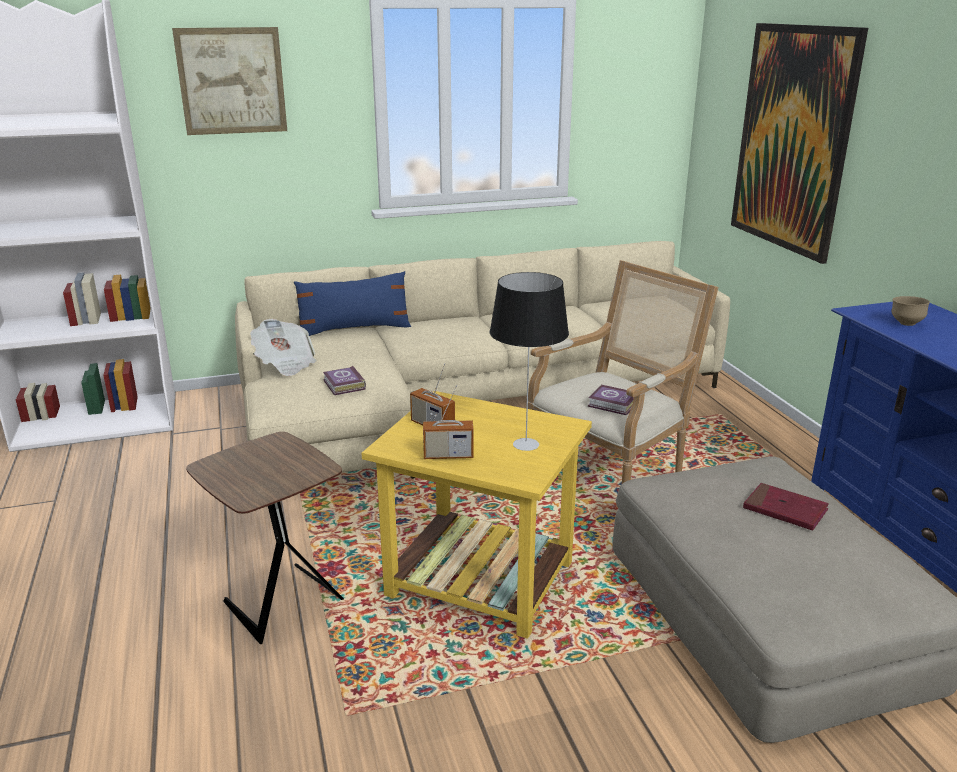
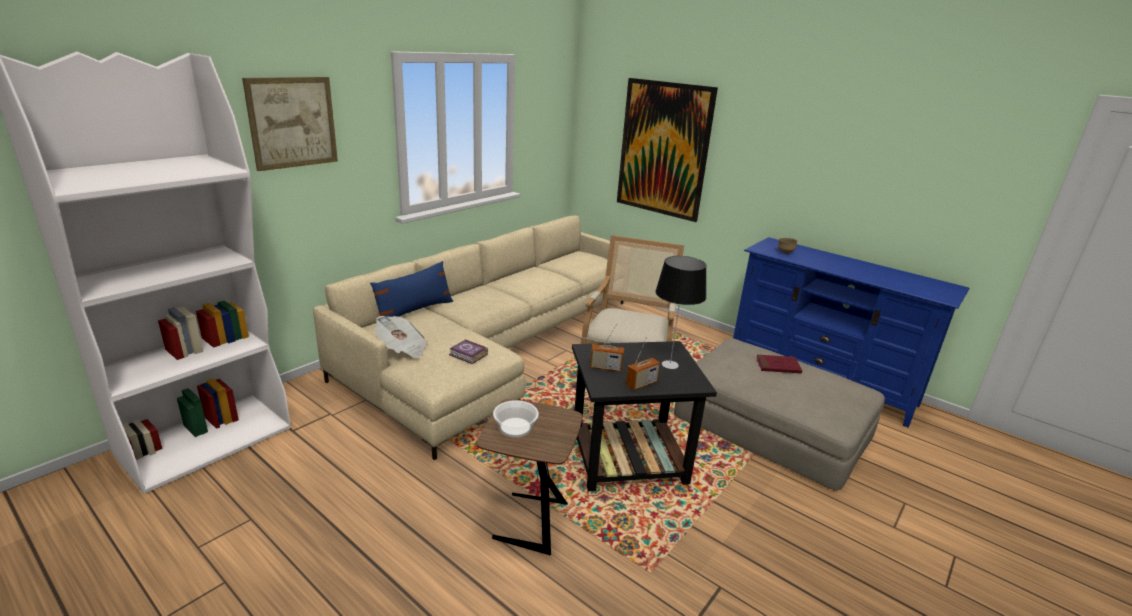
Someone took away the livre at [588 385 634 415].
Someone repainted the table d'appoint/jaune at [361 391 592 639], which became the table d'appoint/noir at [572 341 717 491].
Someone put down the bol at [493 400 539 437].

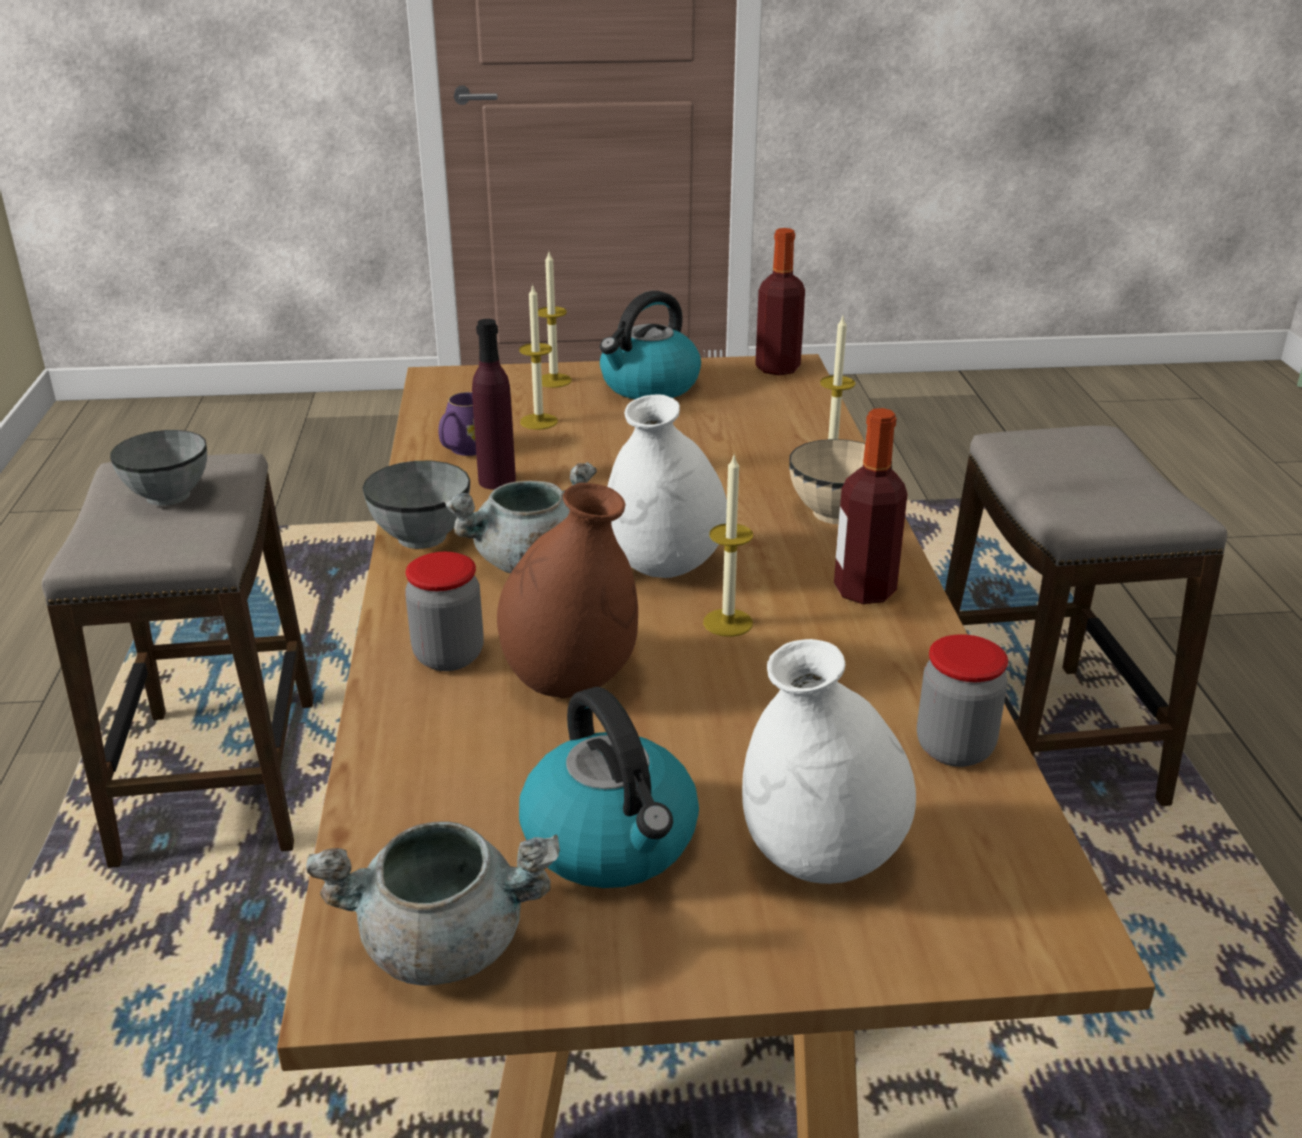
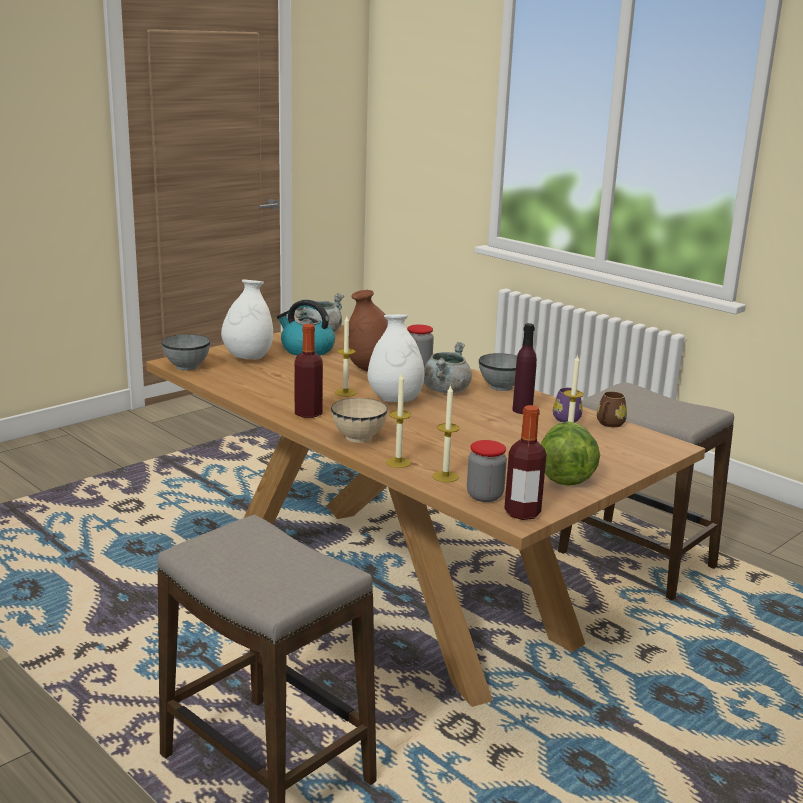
Someone carried the bougie from [538 252 572 388] to [433 385 460 482].
Someone swapped the bouilloire at [600 291 701 399] for the laitue at [541 421 600 486].
Someone carried the bol/gris from [110 430 207 506] to [162 334 210 371].
Someone carried the bocal from [917 634 1008 767] to [467 440 507 502].
Someone put down the mug/marron at [597 391 627 427].

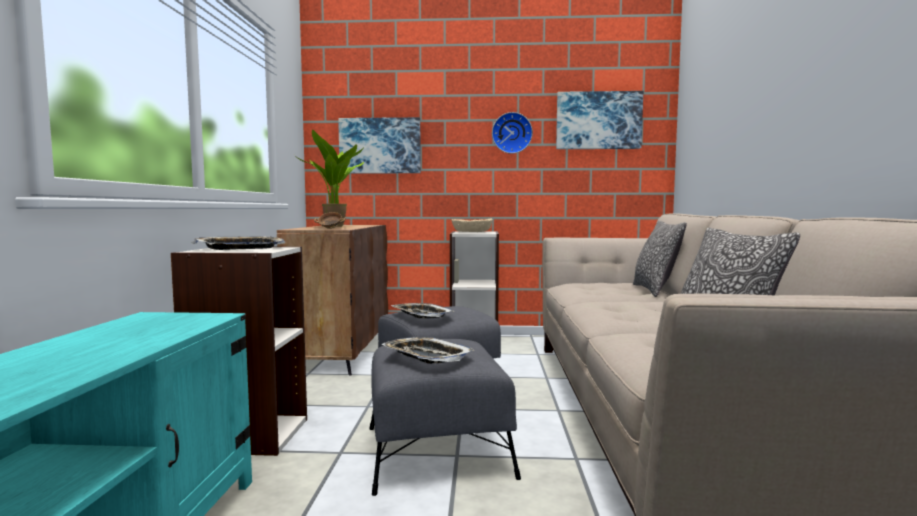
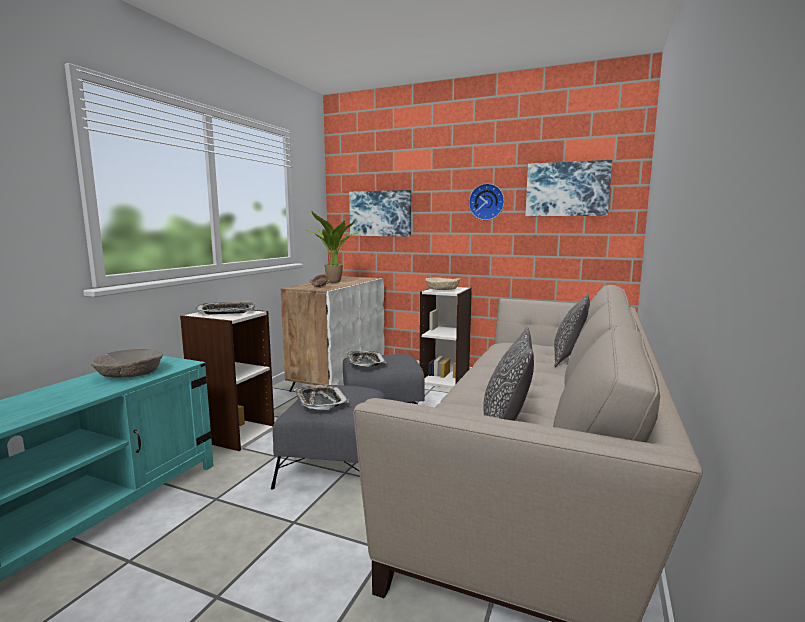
Someone repainted the meuble de rangement/marron at [277 225 388 376], which became the meuble de rangement/blanc at [281 276 385 392].
Someone put down the bol/beige at [91 349 163 378].

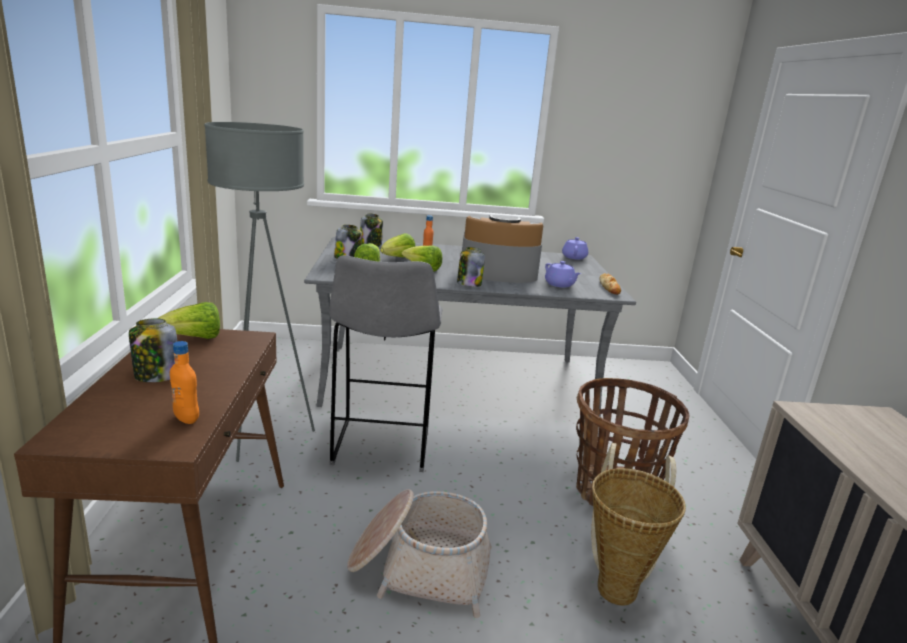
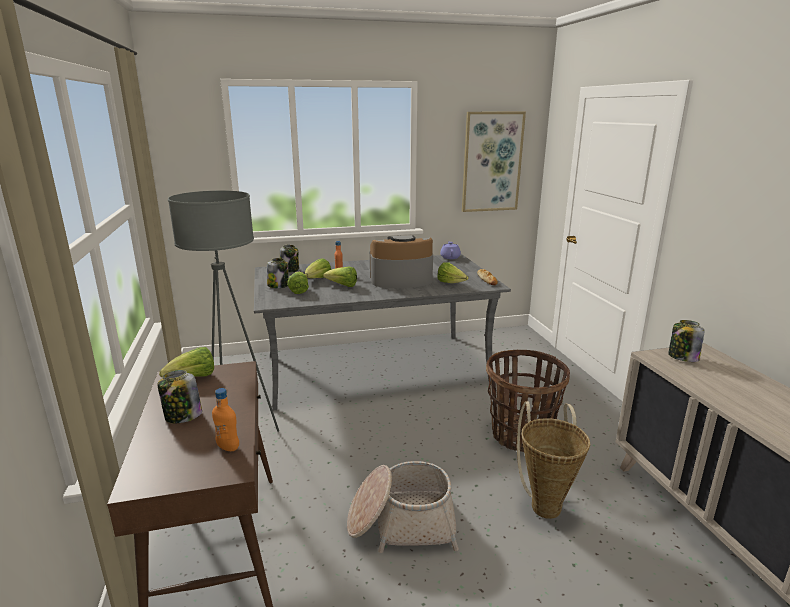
Someone carried the bocal from [457 247 485 287] to [668 320 704 362].
Someone took away the tabouret/gris at [329 255 442 472].
Someone swapped the théière/violet at [545 261 581 288] for the laitue at [437 262 468 283].
Someone put up the tableau at [462 112 526 212].

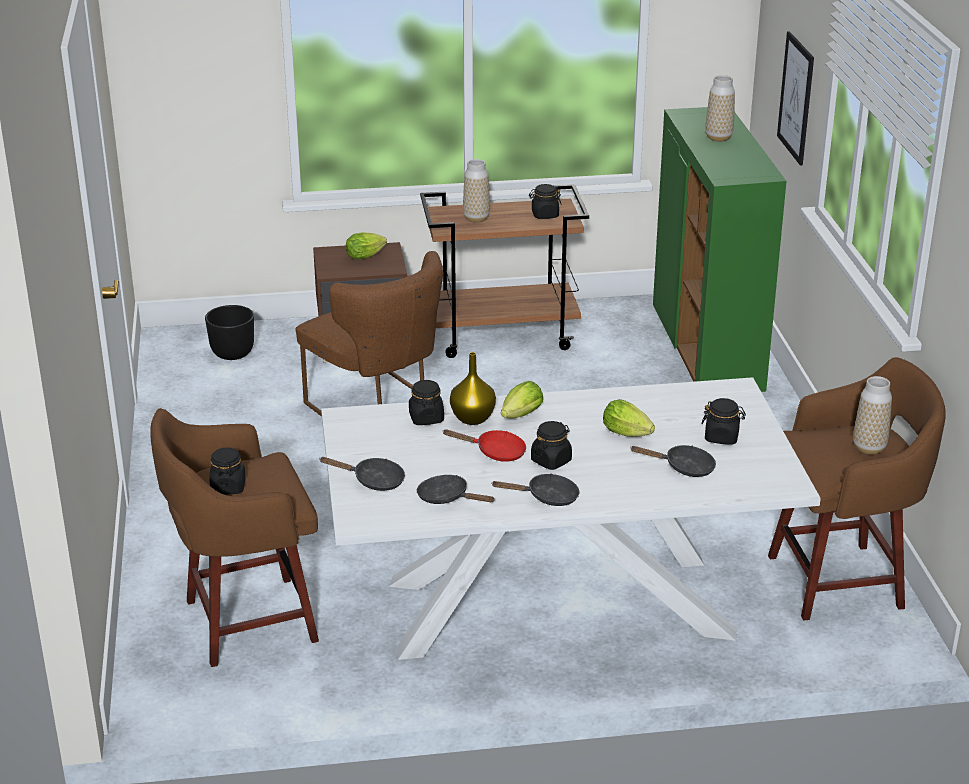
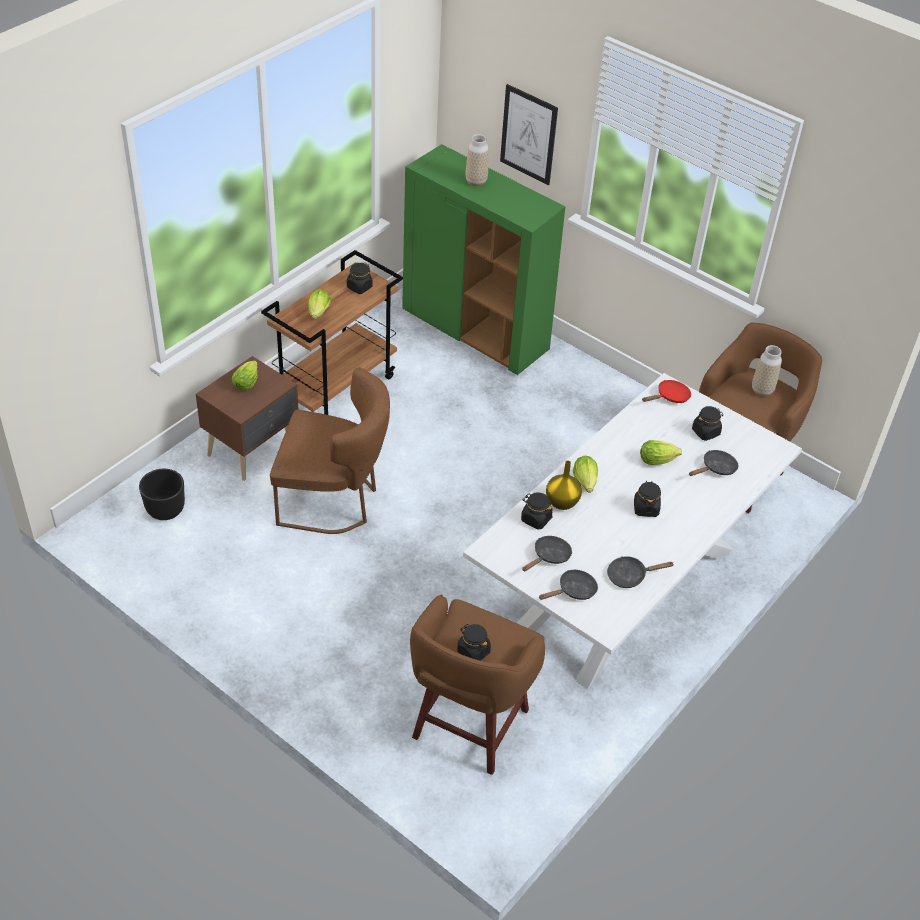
Someone swapped the vase at [463 159 490 223] for the laitue at [308 289 331 319].
Someone carried the poêle/rouge from [442 429 526 462] to [642 380 691 403].
Someone carried the poêle/noir from [491 474 580 506] to [522 536 572 572].

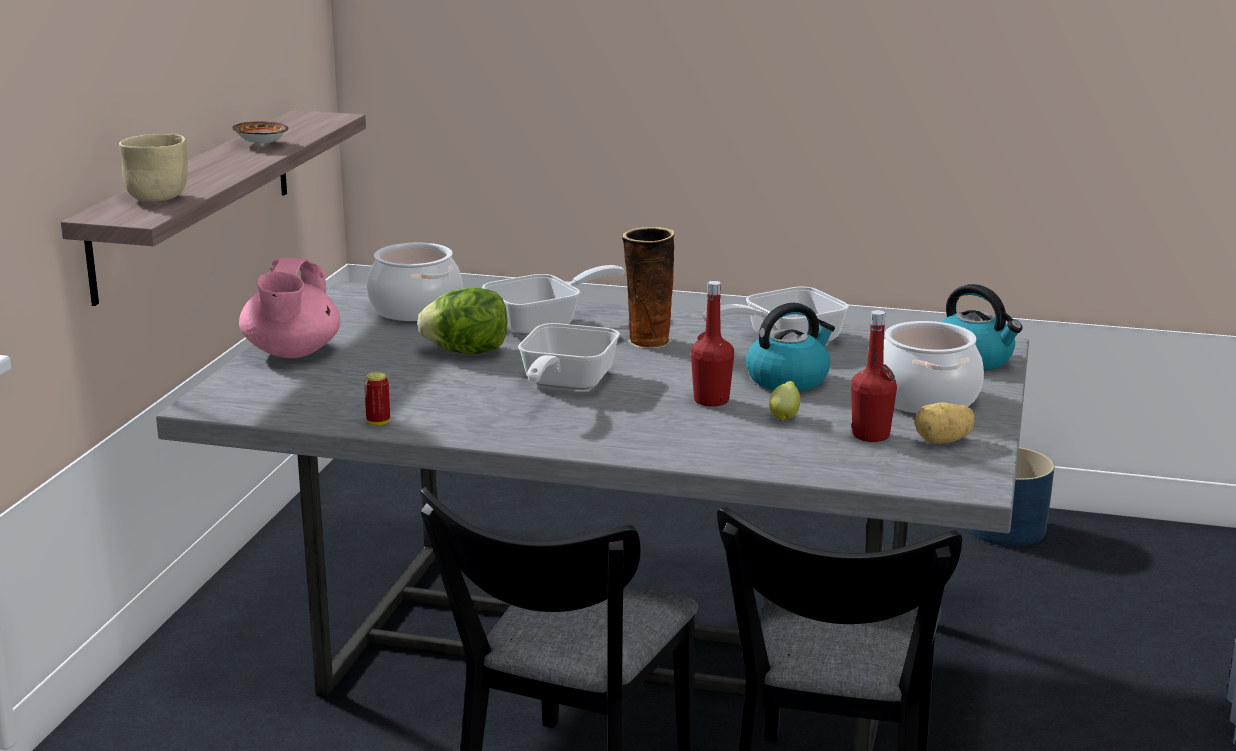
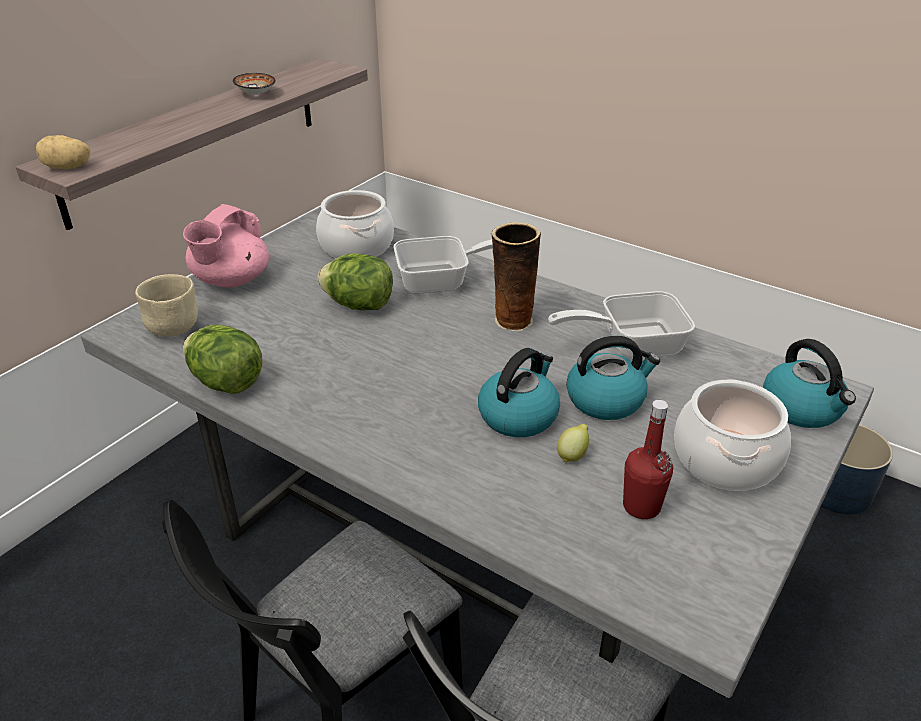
Someone carried the bol/beige from [119 134 188 201] to [135 274 198 337].
Someone swapped the bouteille/rouge at [691 281 734 407] for the bouilloire at [478 348 560 437].
Someone took away the poêle at [518 323 620 390].
Someone swapped the boîte métallique at [364 372 390 426] for the laitue at [183 325 262 394].
Someone carried the pomme de terre from [914 402 974 444] to [36 135 91 169].

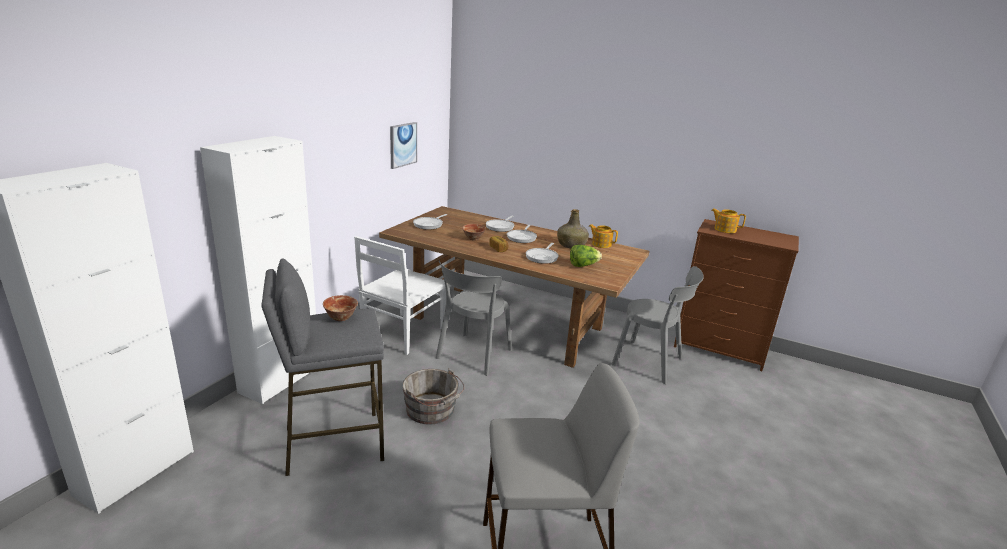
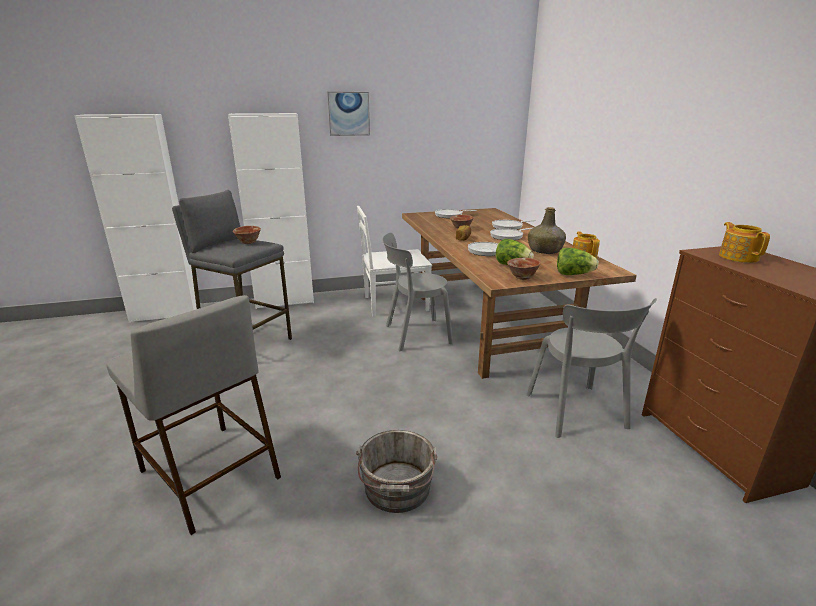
Someone carried the tableau from [390 122 417 169] to [327 92 370 136].
Someone carried the seau/gris from [402 369 465 424] to [356 430 437 513].
Someone put down the laitue at [557 248 598 275].
Someone put down the bol at [507 258 540 280].

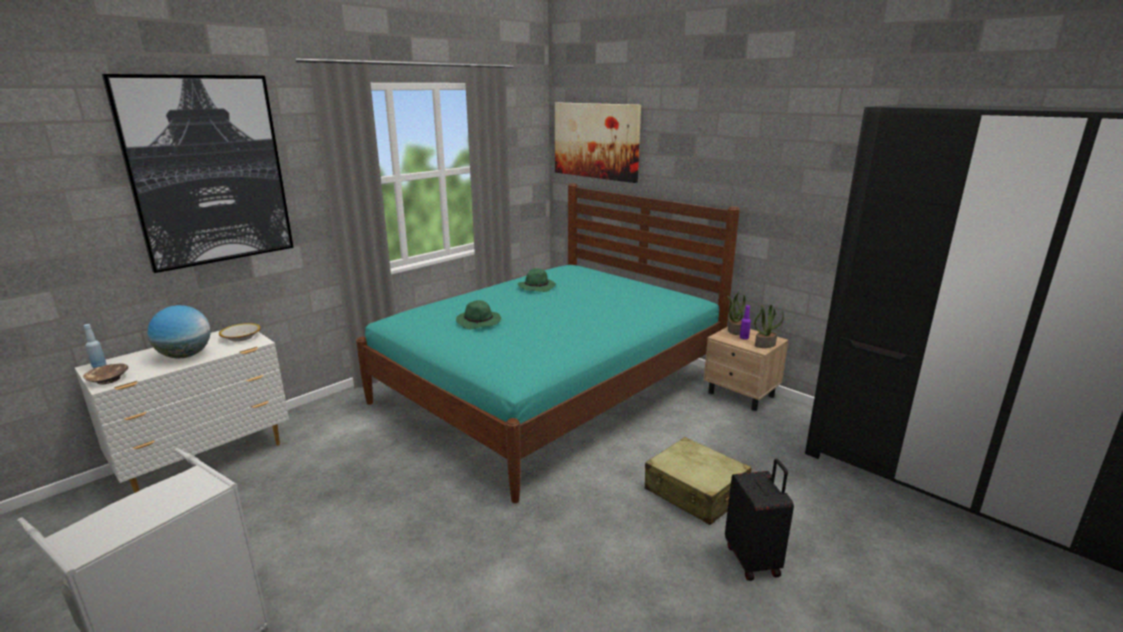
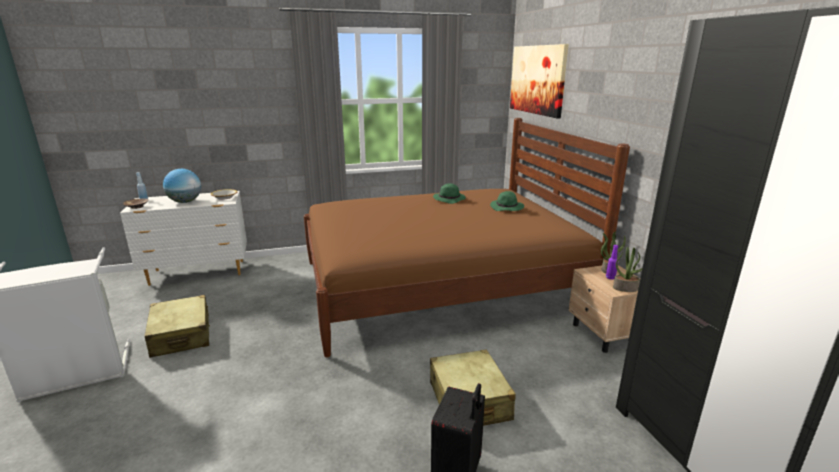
Someone took away the tableau at [102 74 294 273].
Someone repainted the lit/turquoise at [356 183 740 503], which became the lit/marron at [304 118 630 357].
Someone carried the chapeau/vert from [456 300 501 329] to [490 191 524 211].
Someone put down the valise/beige at [145 295 210 358].

